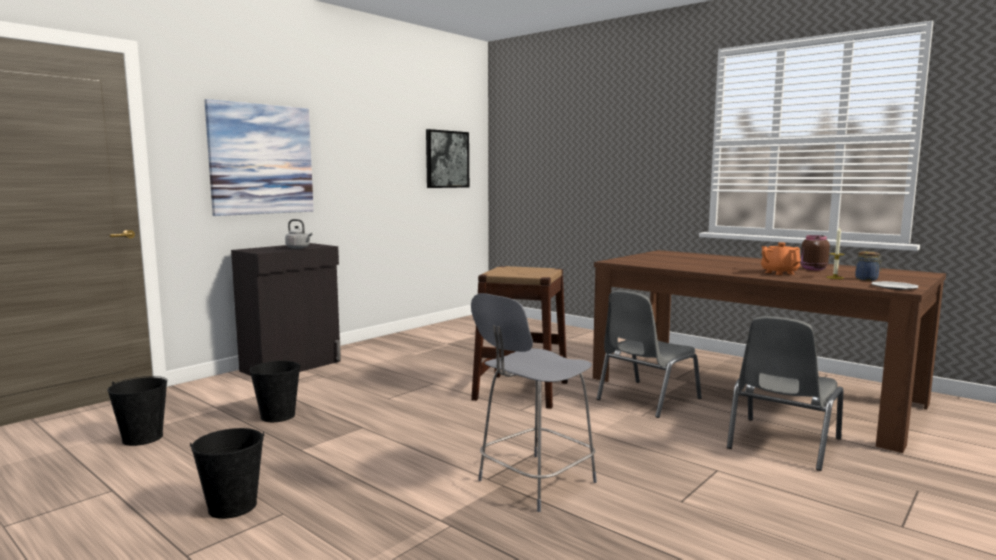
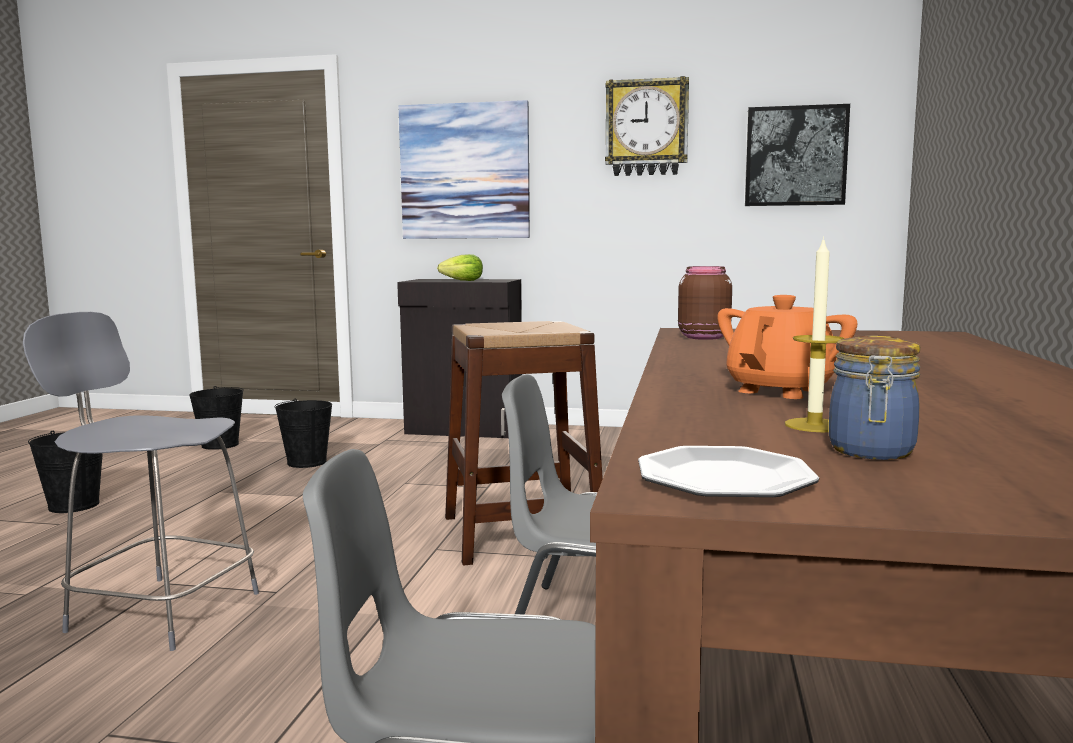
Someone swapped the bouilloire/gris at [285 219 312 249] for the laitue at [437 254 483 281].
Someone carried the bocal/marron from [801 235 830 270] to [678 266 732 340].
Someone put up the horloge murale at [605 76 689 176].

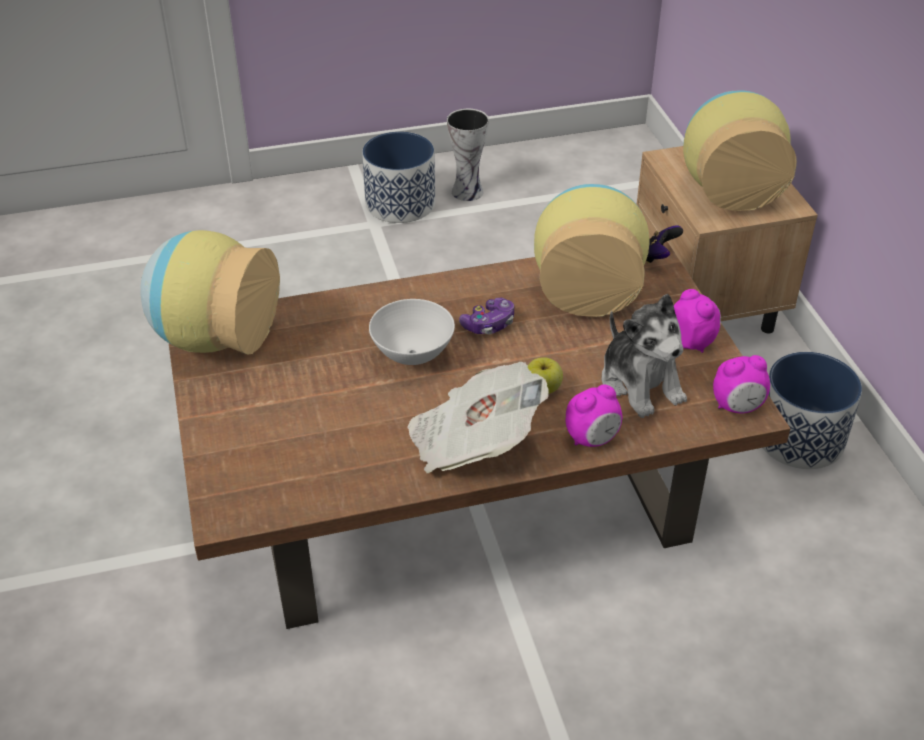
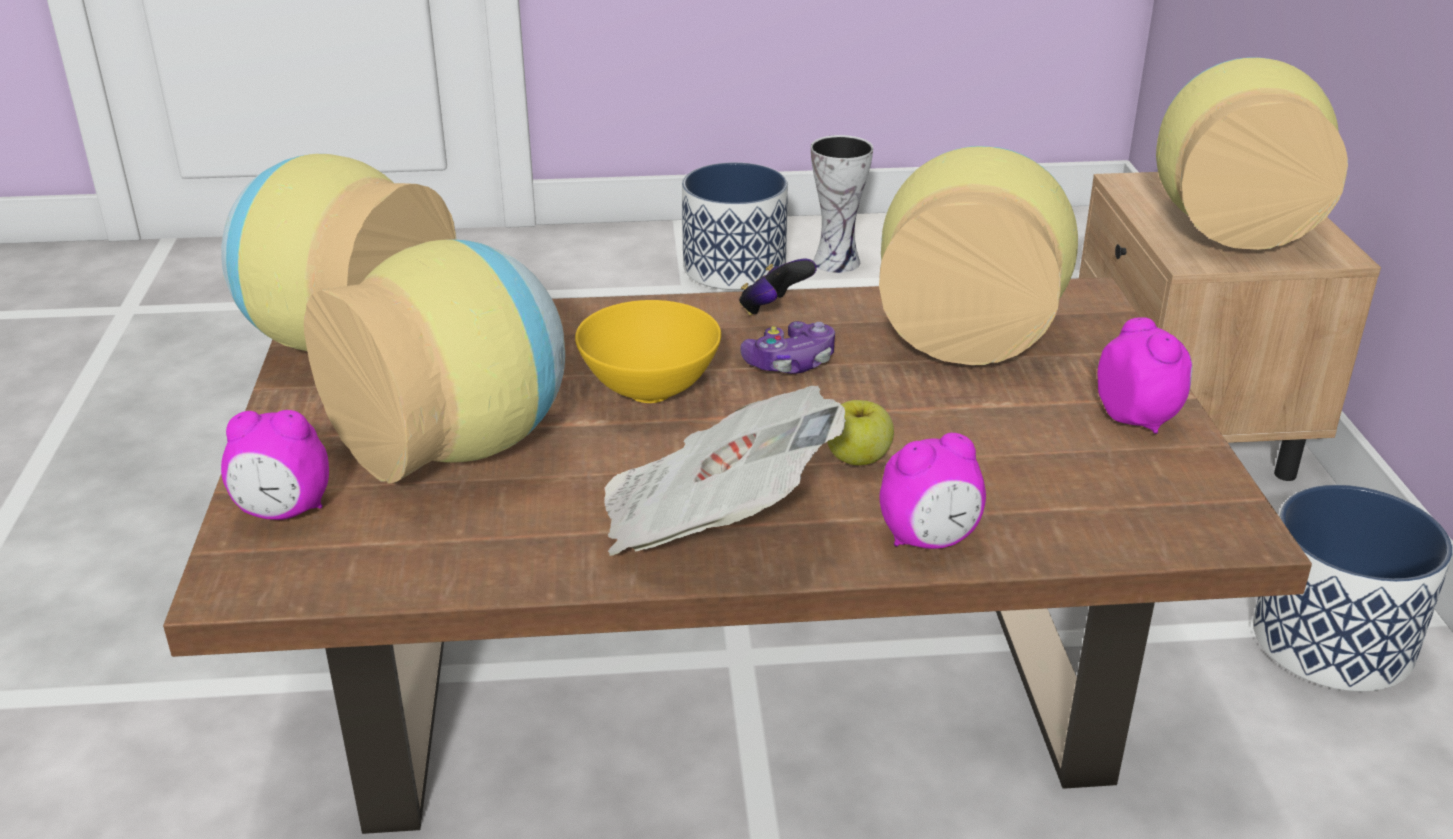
Someone carried the manette from [646 225 683 263] to [739 259 817 316].
Someone took away the peluche at [601 294 687 418].
Someone repainted the bol/blanc at [369 299 455 365], which became the bol/jaune at [575 300 721 403].
Someone carried the réveil from [713 355 770 414] to [221 410 329 520].
Someone put down the vase at [304 239 565 484].

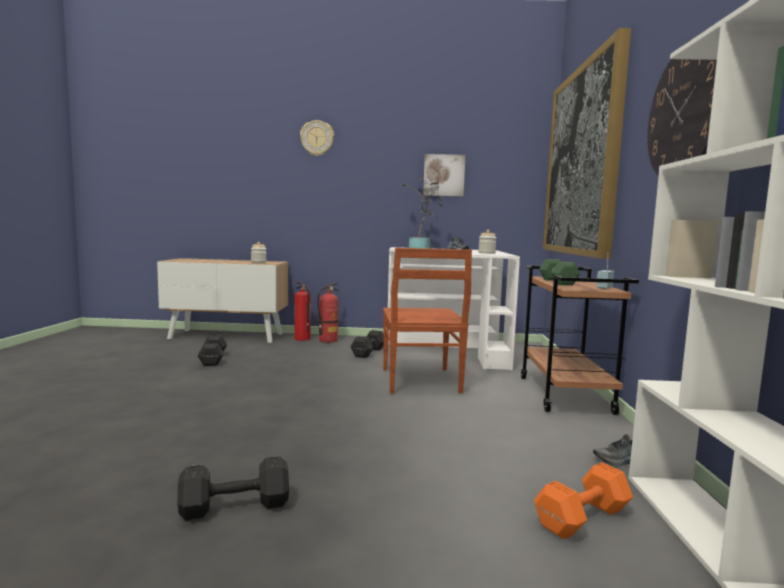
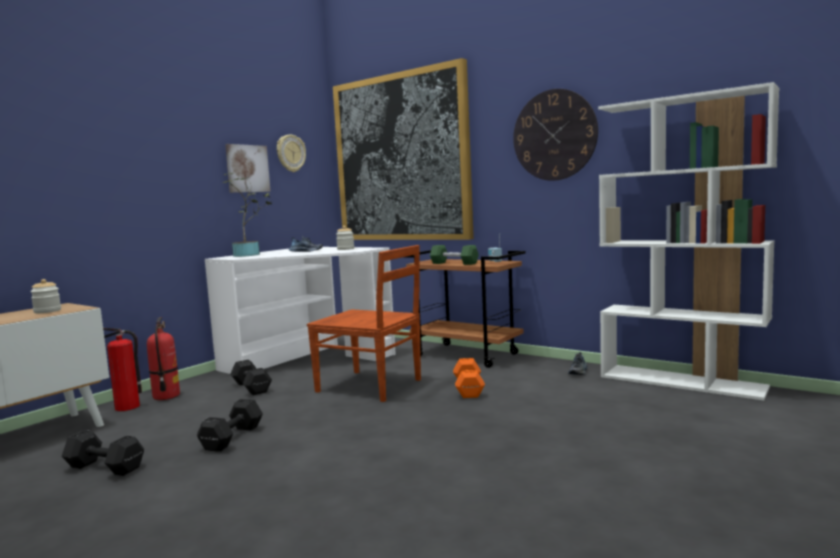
Someone carried the horloge murale from [300 120 334 156] to [277 134 306 172].
Someone carried the haltère/noir from [177 456 289 520] to [197 399 263 452].
Someone carried the haltère/orange from [534 462 633 539] to [453 358 485 398].

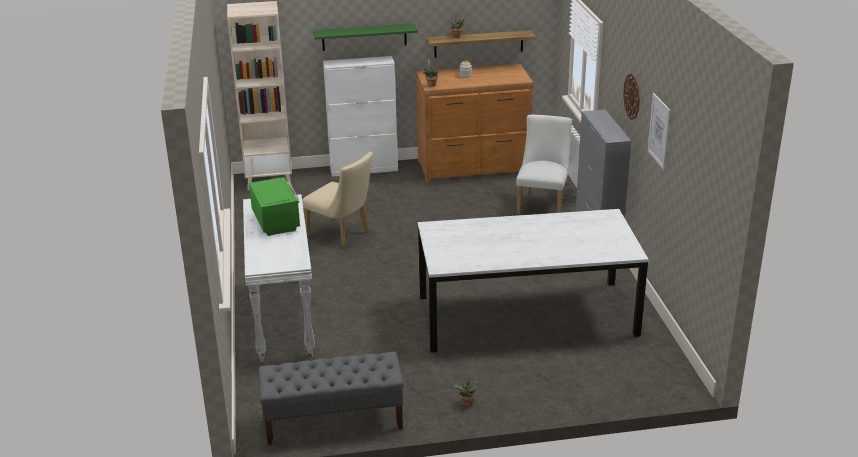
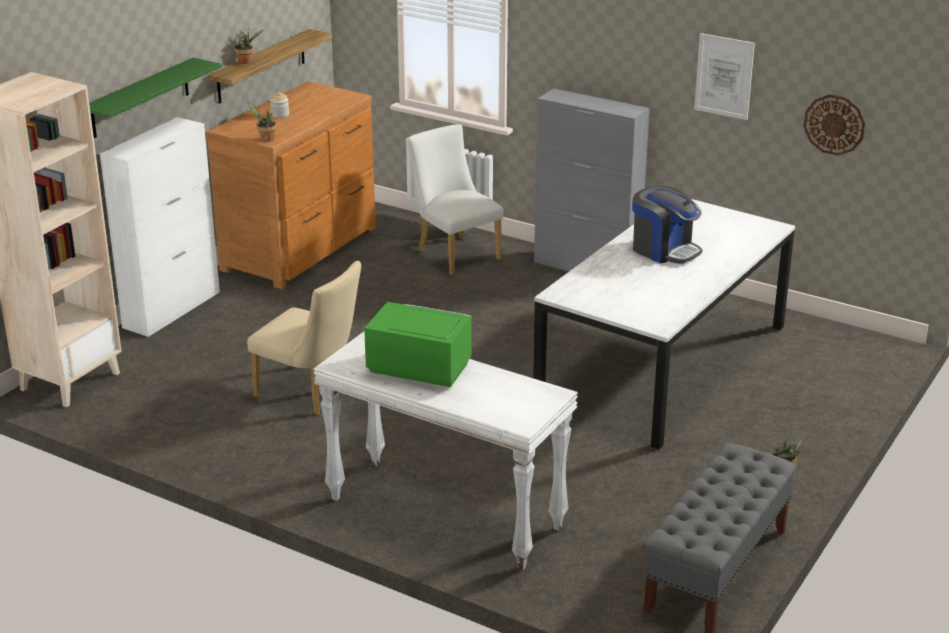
Someone carried the horloge murale from [623 74 640 120] to [804 94 865 156].
Someone rotated the chaise/beige at [302 152 373 248] by 45 degrees clockwise.
Someone put down the machine à café at [632 186 703 264].

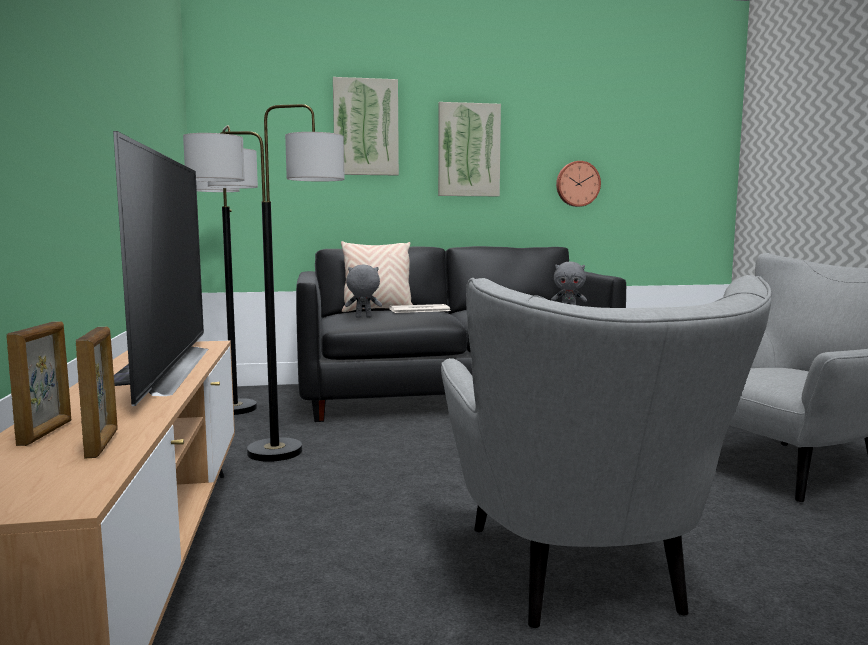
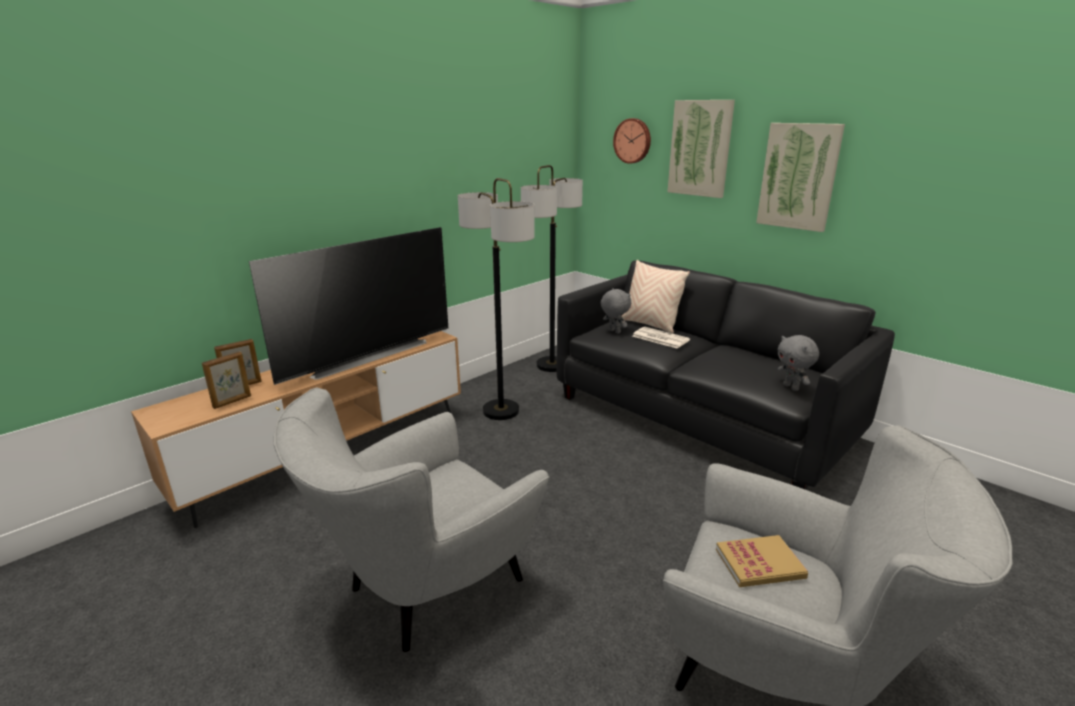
Someone carried the horloge murale from [556 161 601 207] to [613 118 651 164].
Someone put down the livre at [716 535 808 587].

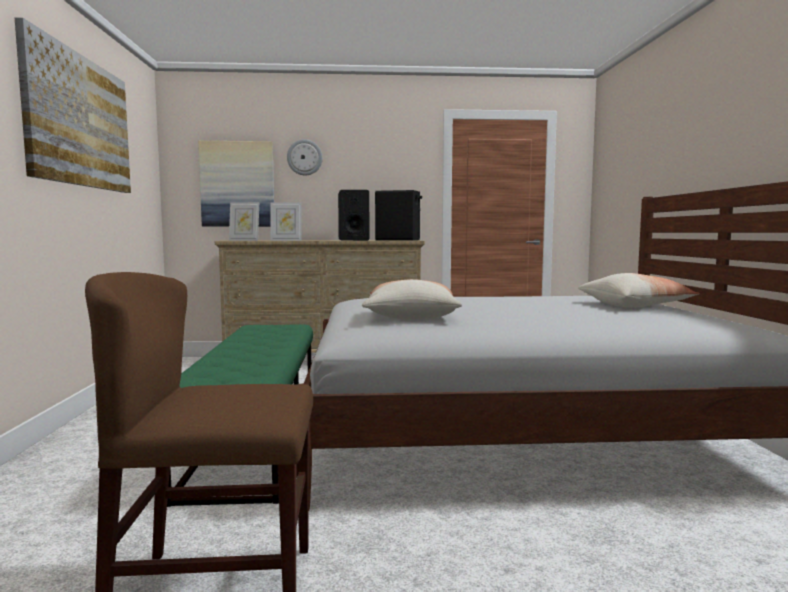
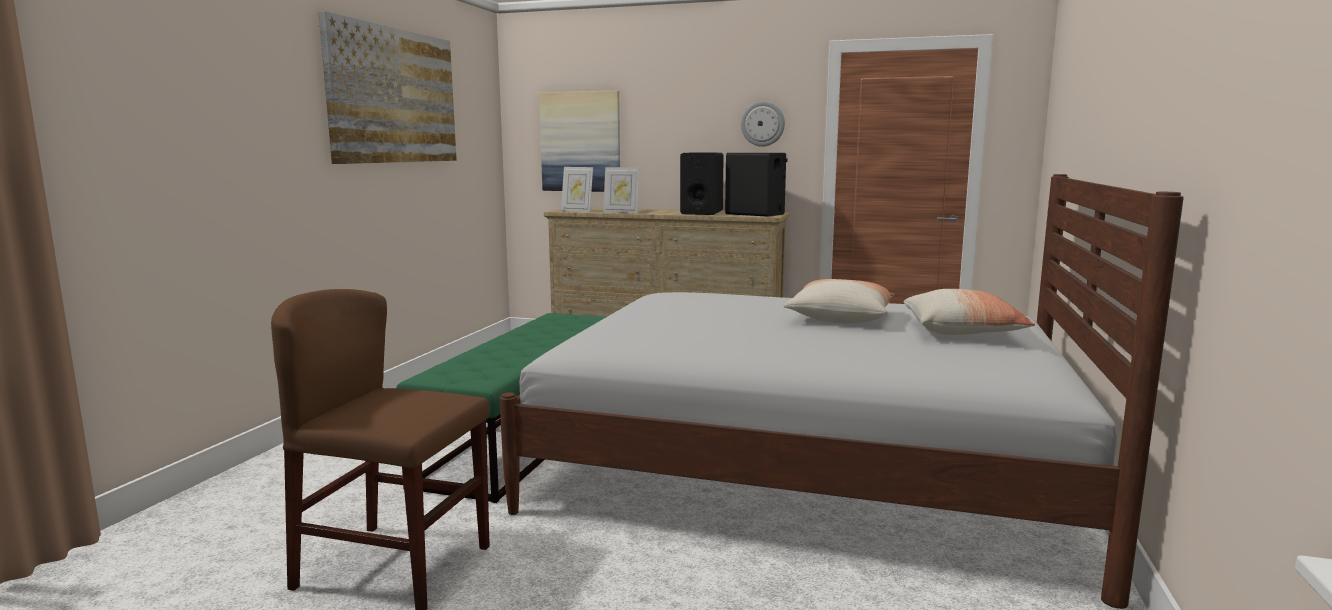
Someone carried the horloge murale from [287 139 323 176] to [741 101 785 147].
Someone carried the coussin from [362 279 462 320] to [783 279 895 323].

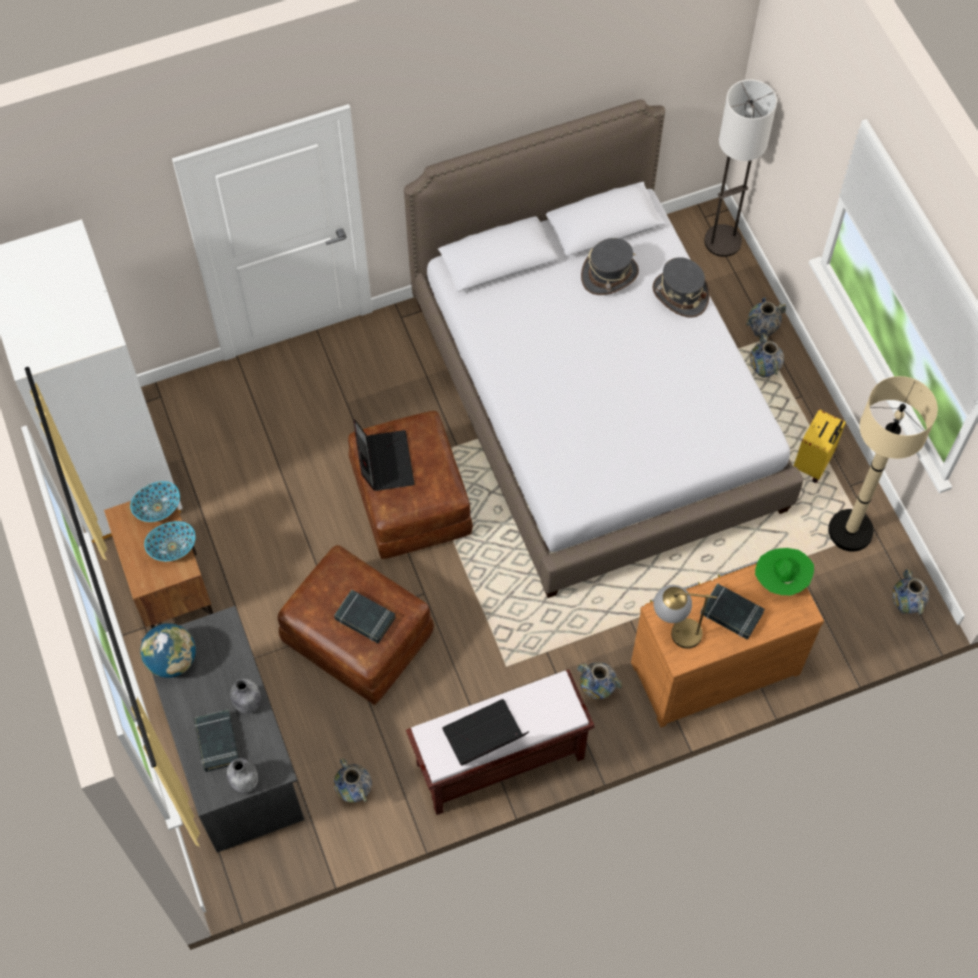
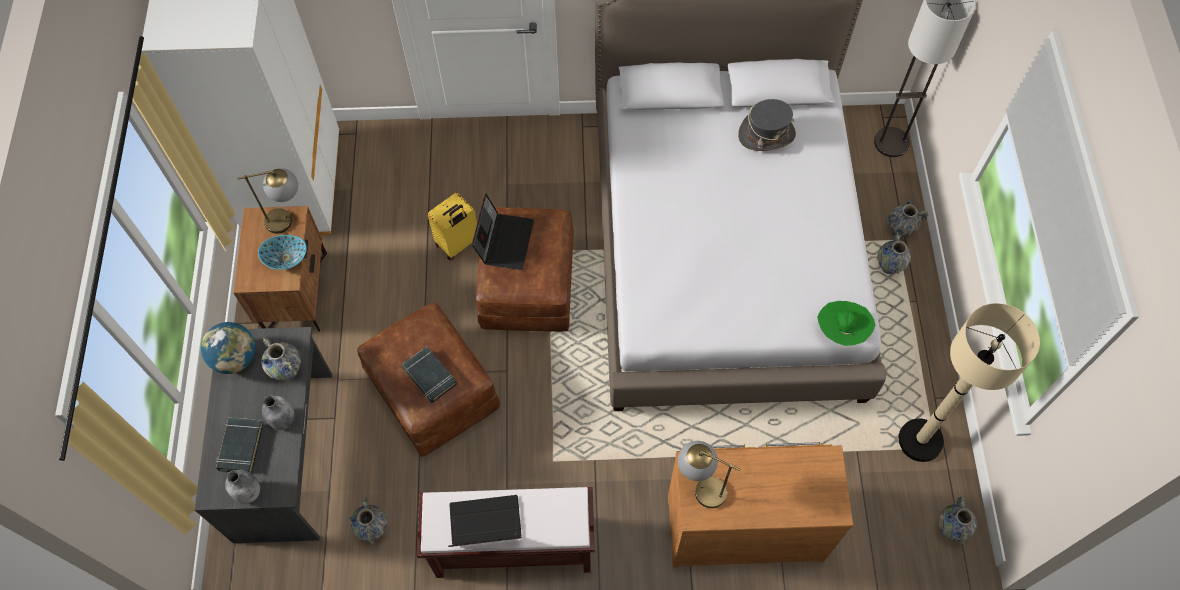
Someone took away the chapeau/gris at [653 257 709 318].
Someone carried the valise/jaune from [793 409 846 483] to [427 192 477 261].
Someone swapped the bol at [130 481 180 522] for the lampe de table at [237 168 298 234].
Someone carried the chapeau/vert from [755 548 814 595] to [817 301 875 346].
Someone took away the livre/noir at [700 583 765 640].
Someone carried the vase from [577 662 622 699] to [261 338 301 381].

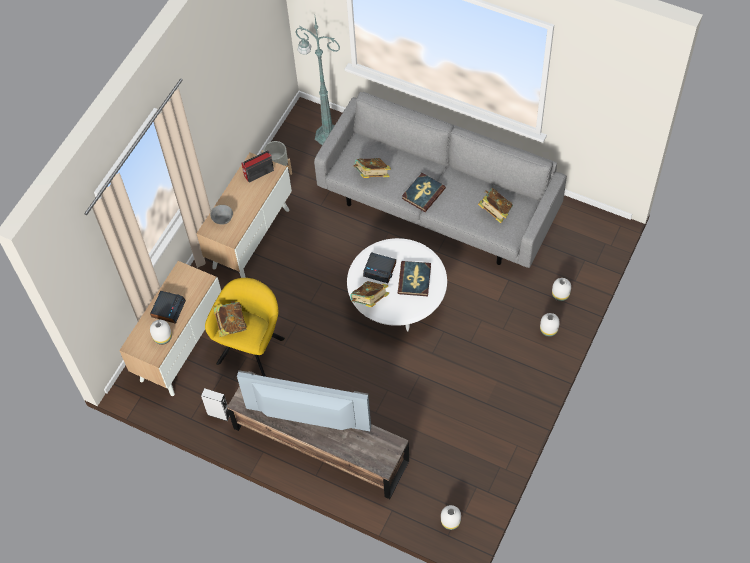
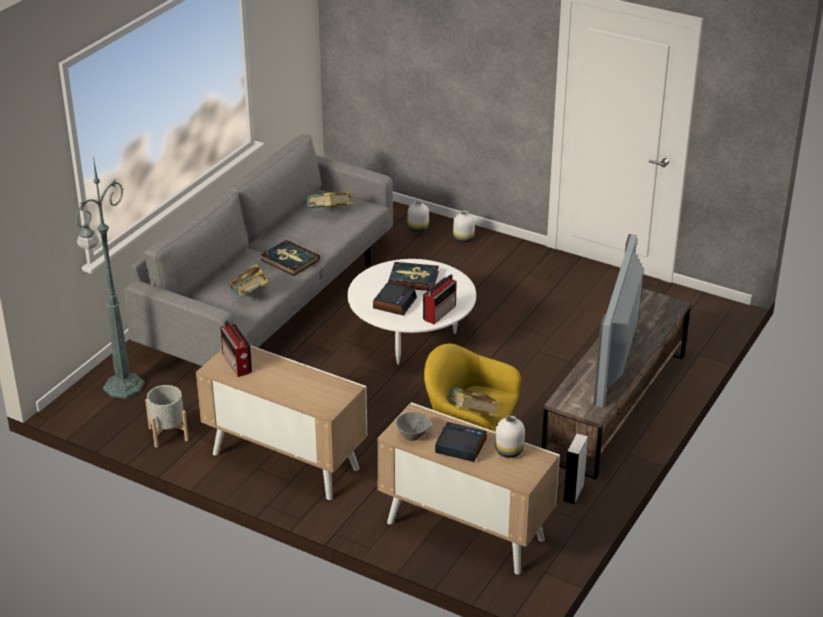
Someone carried the bol/gris from [210 205 233 225] to [396 412 431 441].
Someone swapped the livre at [350 281 389 308] for the radio at [423 274 457 324].
Someone took away the vase/blanc at [441 505 461 530].

